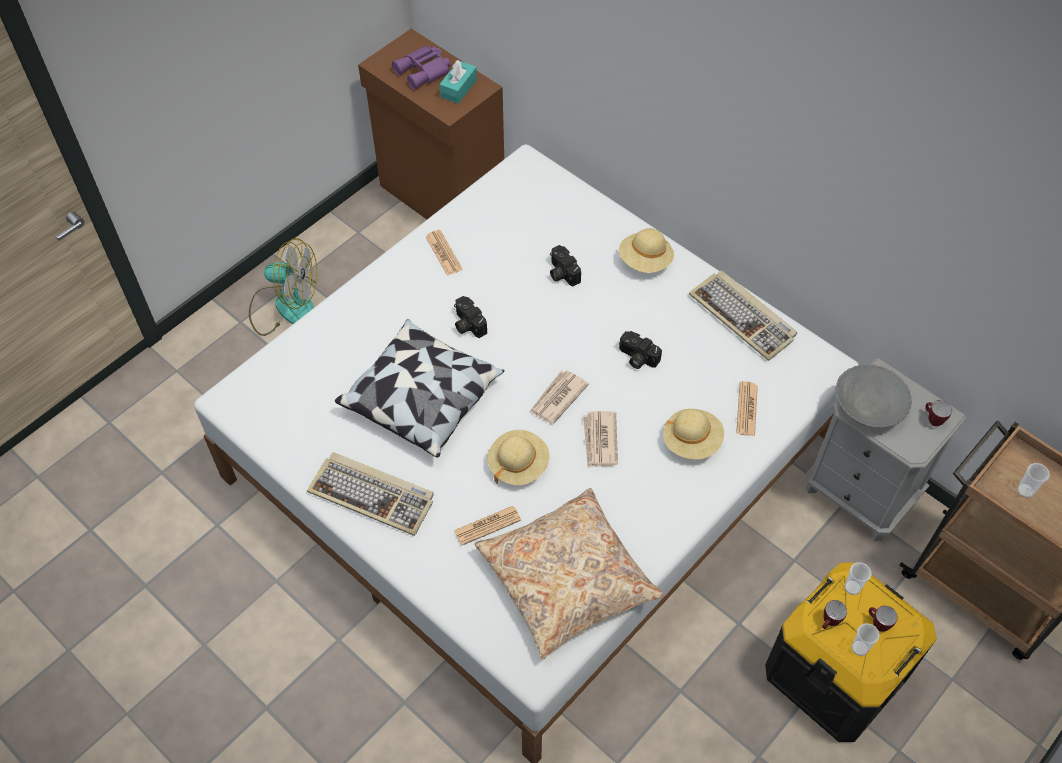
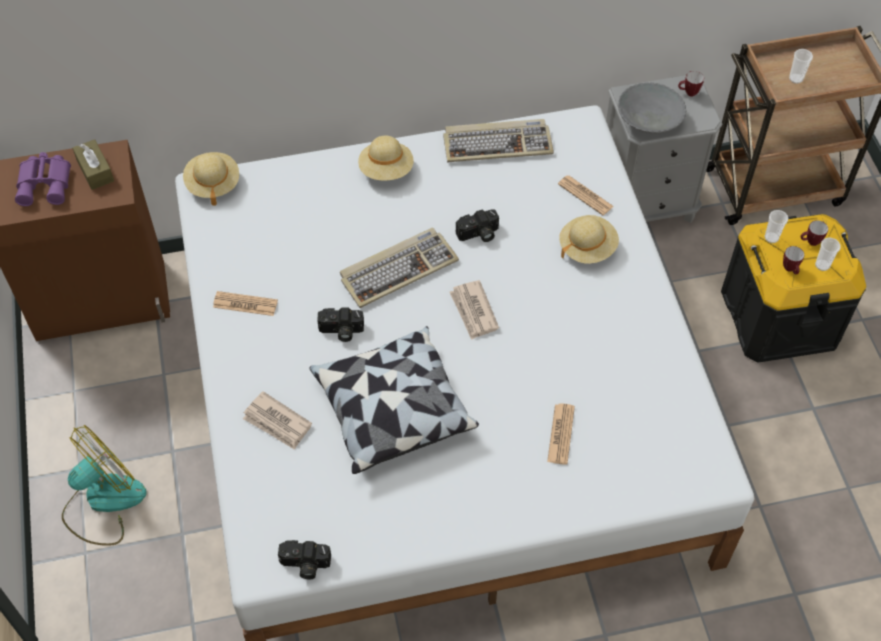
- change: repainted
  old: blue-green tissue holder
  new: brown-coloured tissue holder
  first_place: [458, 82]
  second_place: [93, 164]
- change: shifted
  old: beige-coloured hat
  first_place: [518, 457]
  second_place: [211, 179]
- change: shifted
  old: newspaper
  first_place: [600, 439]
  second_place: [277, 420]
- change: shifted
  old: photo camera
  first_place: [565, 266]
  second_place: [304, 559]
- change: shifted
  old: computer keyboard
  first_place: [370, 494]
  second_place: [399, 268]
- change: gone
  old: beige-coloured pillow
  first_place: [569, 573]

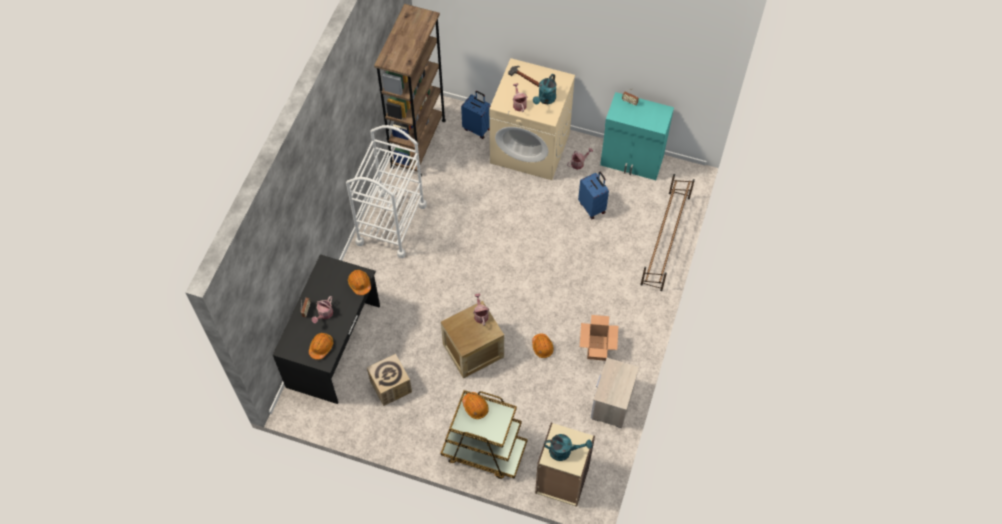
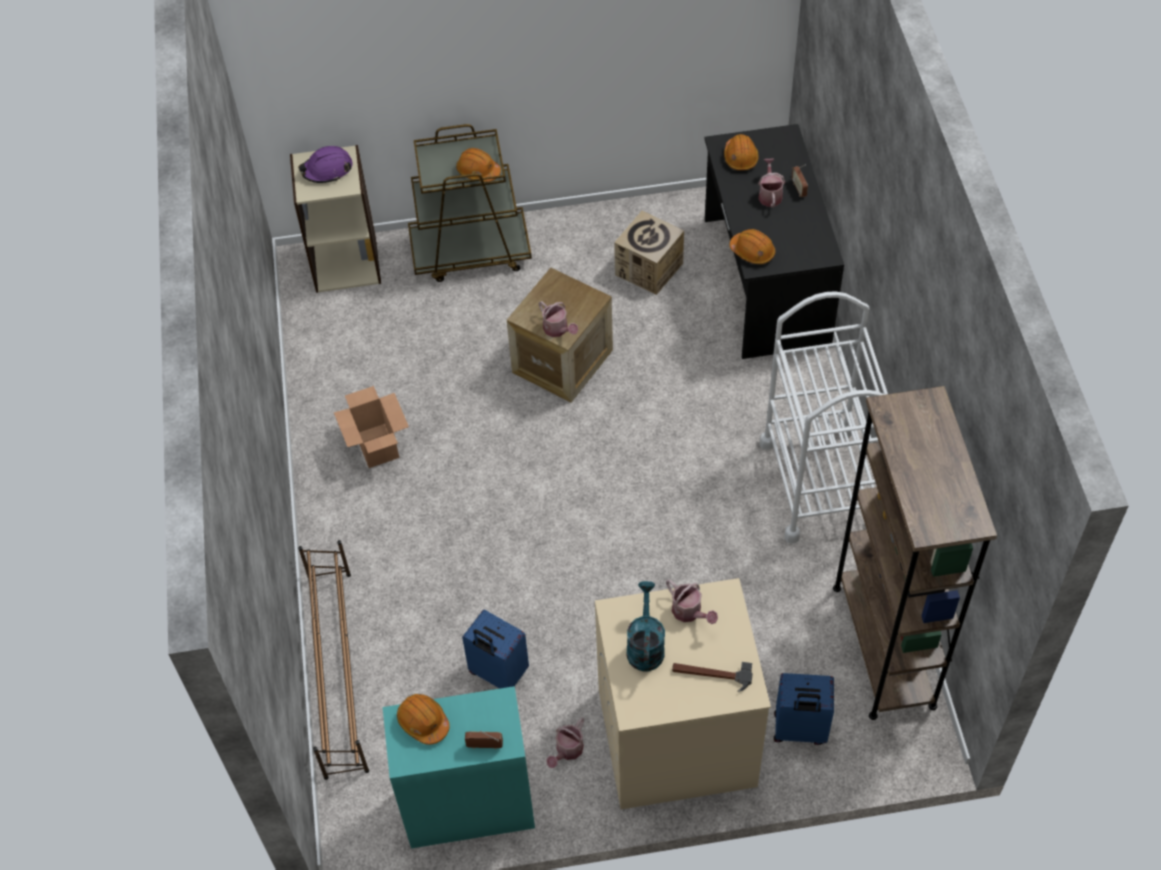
- change: swapped
  old: blue-green watering can
  new: purple work helmet
  first_place: [568, 447]
  second_place: [325, 164]
- change: shifted
  old: orange work helmet
  first_place: [543, 346]
  second_place: [423, 719]
- change: gone
  old: night table
  first_place: [615, 393]

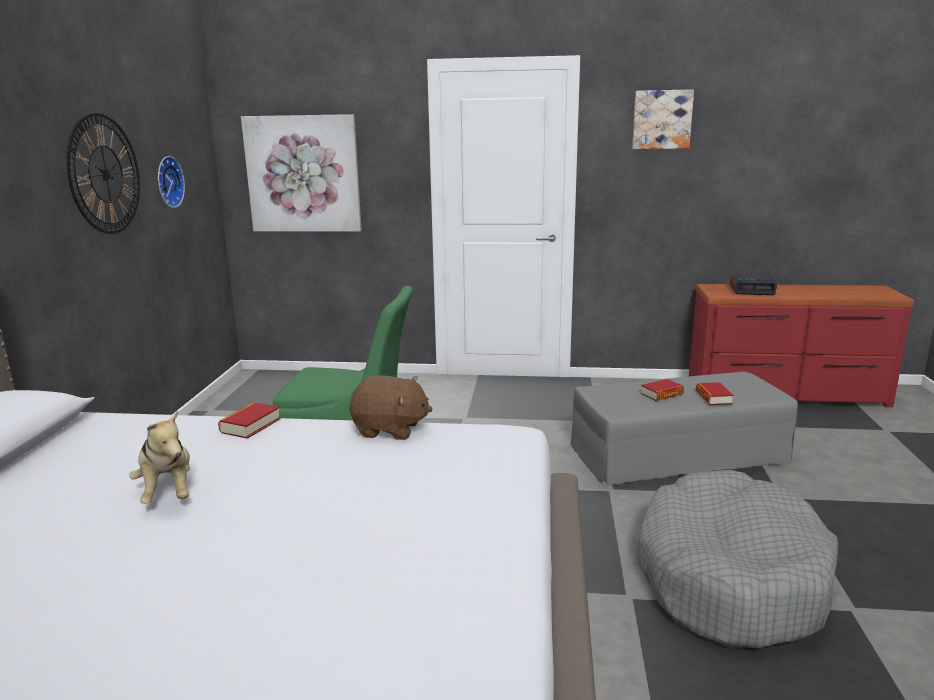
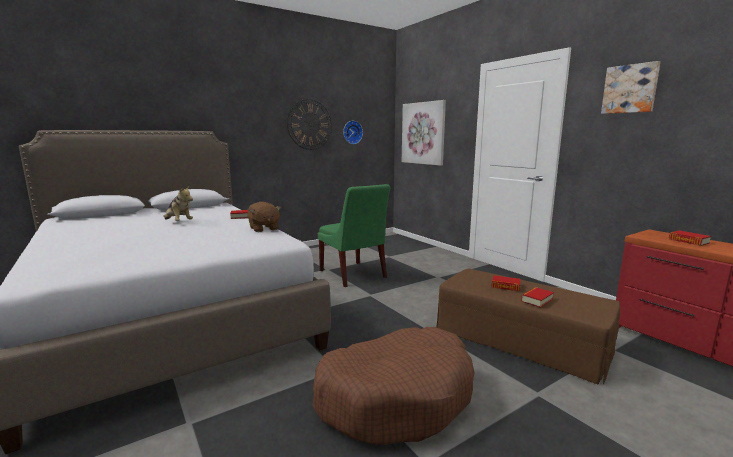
- change: rotated
  old: plush toy
  first_place: [159, 457]
  second_place: [178, 203]
  degrees: -75
- change: repainted
  old: grey dog cushion
  new: brown-coloured dog cushion
  first_place: [736, 559]
  second_place: [393, 386]
- change: repainted
  old: grey ottoman
  new: brown-coloured ottoman
  first_place: [684, 428]
  second_place: [528, 326]
- change: swapped
  old: bedside clock
  new: bound book
  first_place: [753, 285]
  second_place: [690, 238]

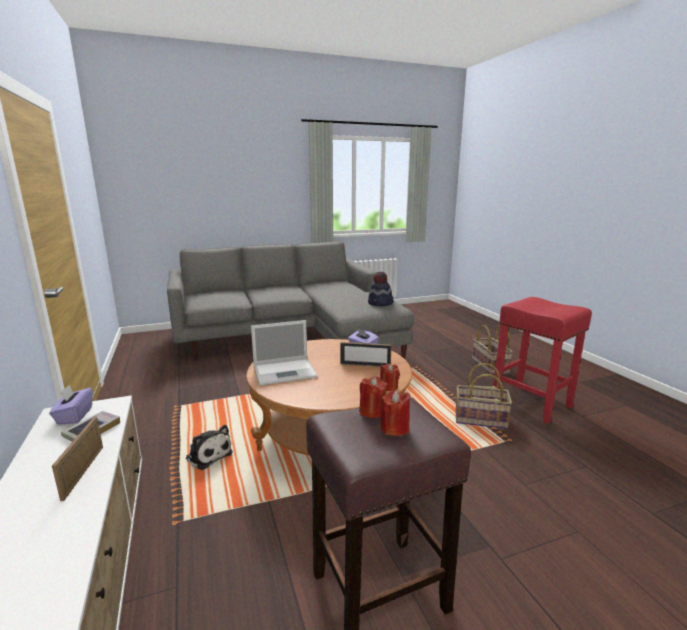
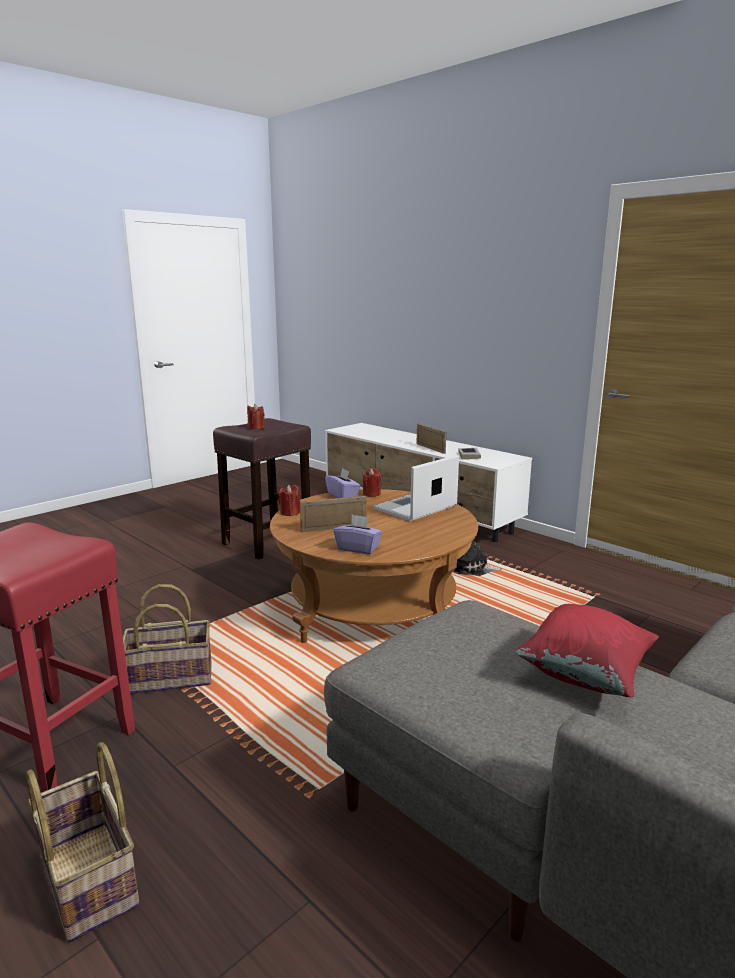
- change: shifted
  old: purple tissue holder
  first_place: [71, 405]
  second_place: [342, 483]
- change: shifted
  old: reddish wax candle
  first_place: [373, 397]
  second_place: [371, 482]
- change: new
  new: reddish pillow
  second_place: [587, 650]
- change: gone
  old: hat
  first_place: [381, 289]

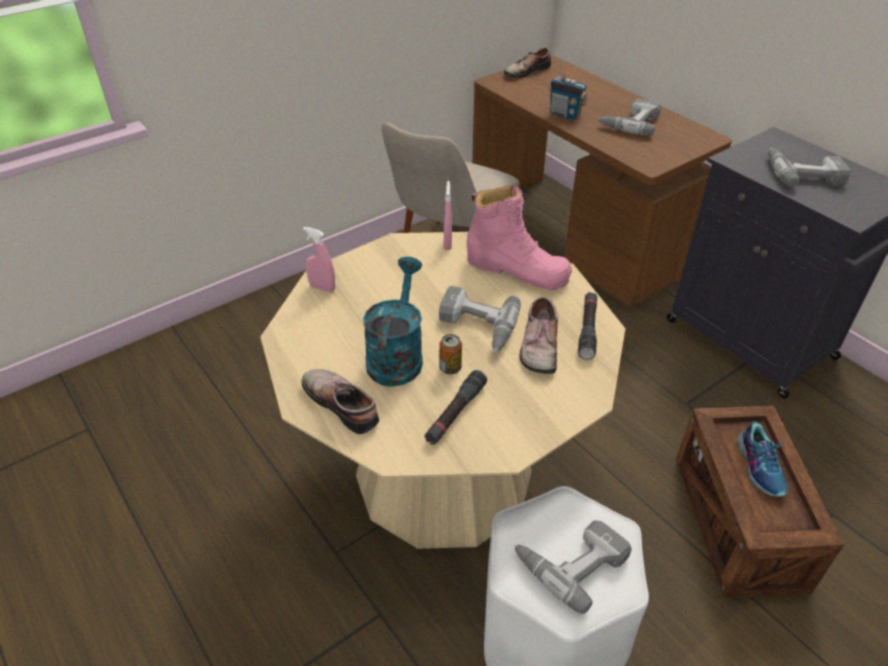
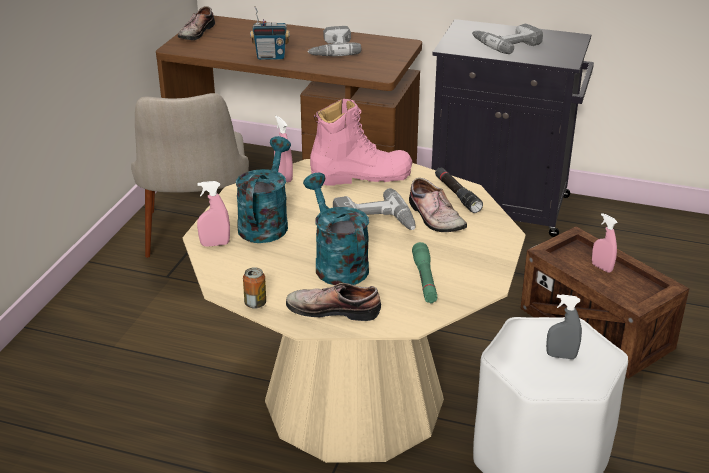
- change: new
  new: blue-green watering can
  second_place: [263, 189]
- change: shifted
  old: sealed can
  first_place: [450, 354]
  second_place: [254, 288]
- change: repainted
  old: blackish hand torch
  new: greenish hand torch
  first_place: [455, 407]
  second_place: [425, 272]
- change: swapped
  old: electric drill
  new: grey spray bottle
  first_place: [573, 567]
  second_place: [564, 326]
- change: swapped
  old: low shoe
  new: pink spray bottle
  first_place: [762, 459]
  second_place: [605, 243]

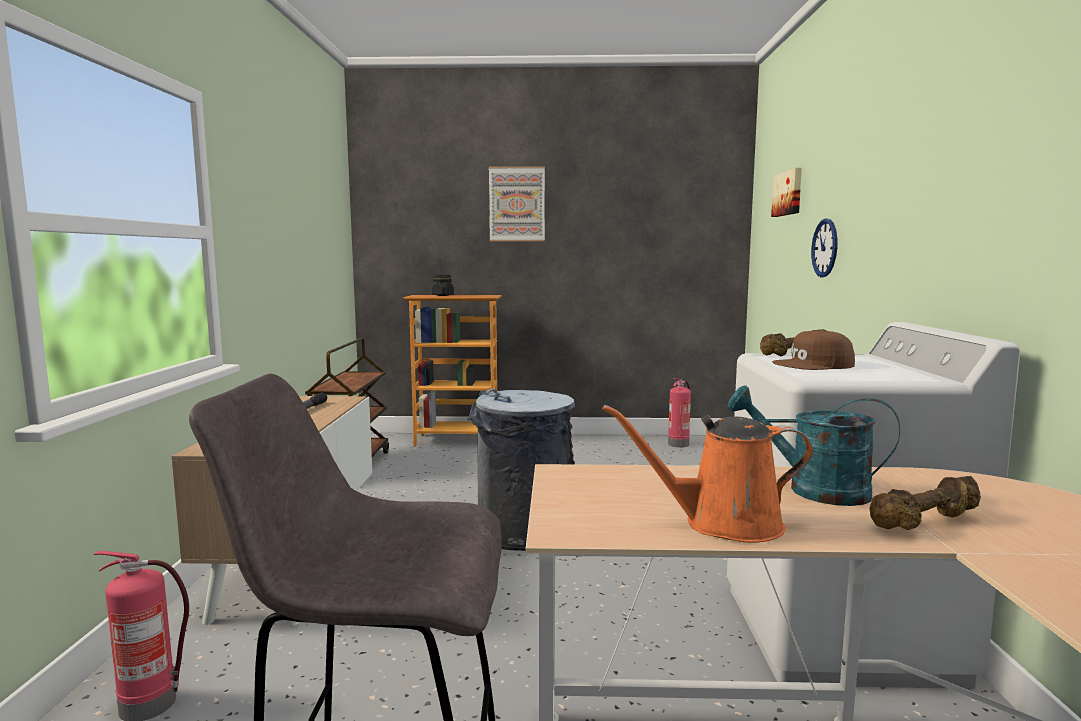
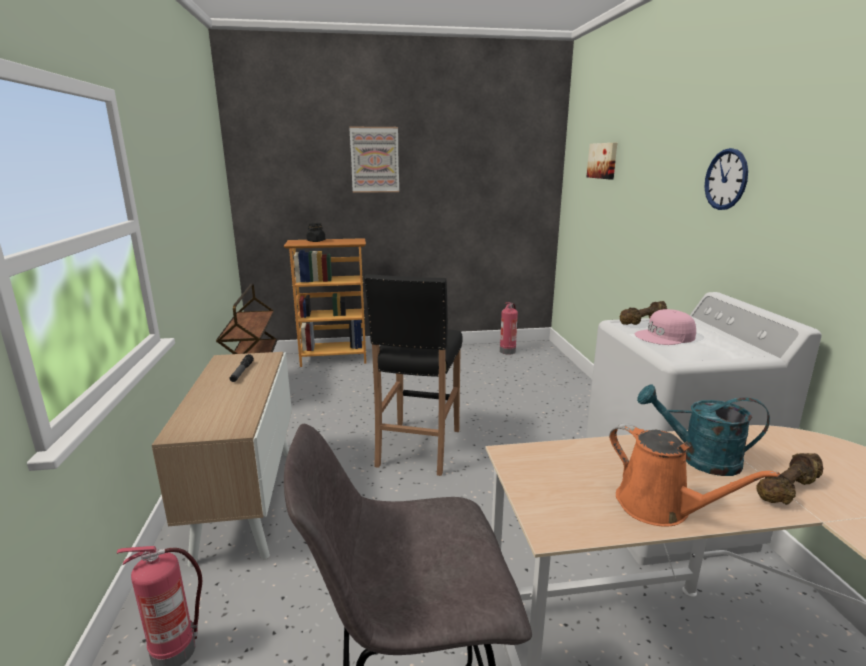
- change: swapped
  old: grey waste bin
  new: blackish sitting stool
  first_place: [521, 469]
  second_place: [413, 375]
- change: rotated
  old: orange watering can
  first_place: [707, 474]
  second_place: [694, 474]
  degrees: -120
- change: repainted
  old: brown-coloured peaked cap
  new: pink peaked cap
  first_place: [813, 350]
  second_place: [665, 327]
- change: shifted
  old: clock on the wall
  first_place: [824, 248]
  second_place: [726, 179]

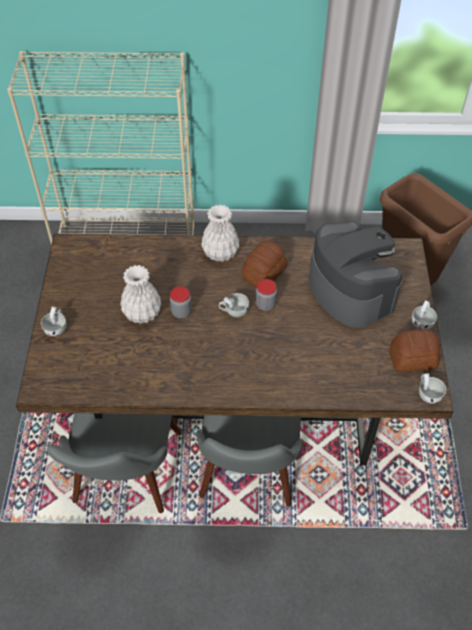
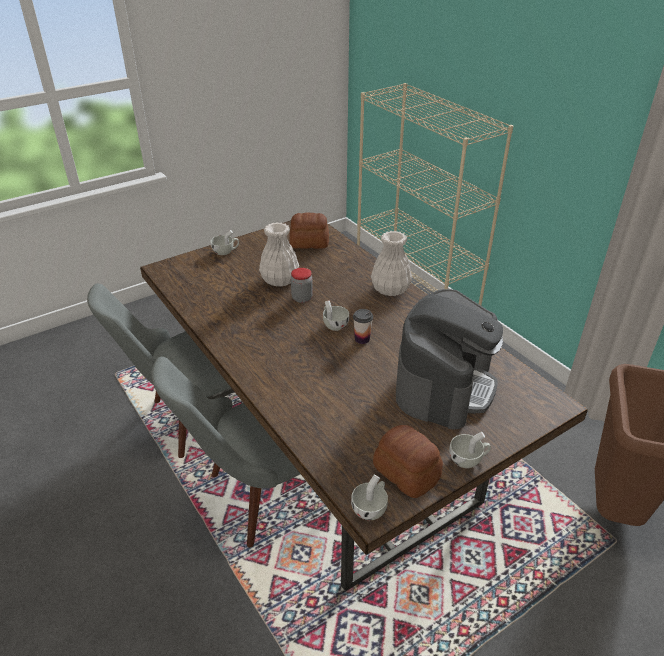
- change: shifted
  old: bakery bread
  first_place: [264, 264]
  second_place: [309, 231]
- change: swapped
  old: storage jar
  new: cup
  first_place: [266, 295]
  second_place: [363, 326]

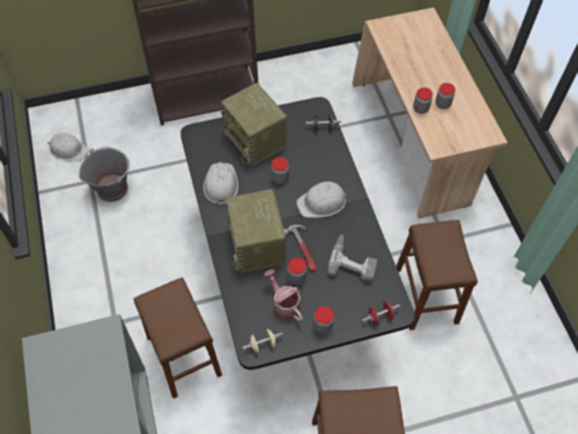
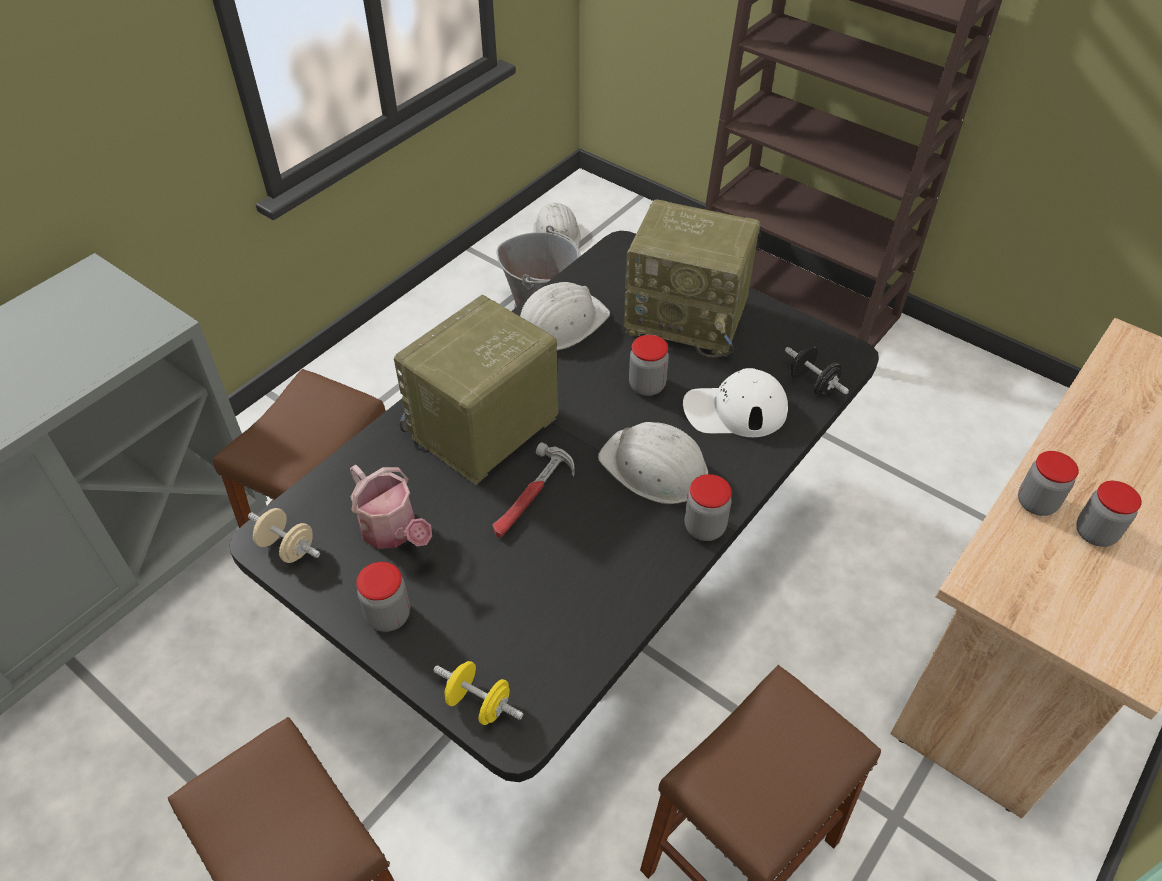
- change: rotated
  old: watering can
  first_place: [283, 295]
  second_place: [391, 507]
  degrees: 120
- change: repainted
  old: reddish hand weight
  new: yellowish hand weight
  first_place: [381, 313]
  second_place: [478, 693]
- change: rotated
  old: radio
  first_place: [253, 124]
  second_place: [692, 278]
  degrees: -90
- change: new
  new: white peaked cap
  second_place: [735, 402]
- change: shifted
  old: storage jar
  first_place: [297, 271]
  second_place: [708, 507]
- change: gone
  old: electric drill
  first_place: [352, 258]

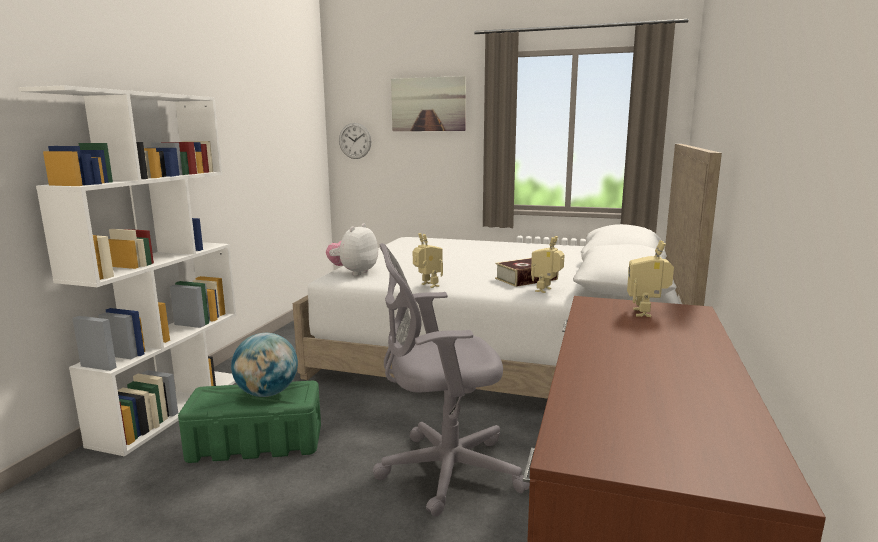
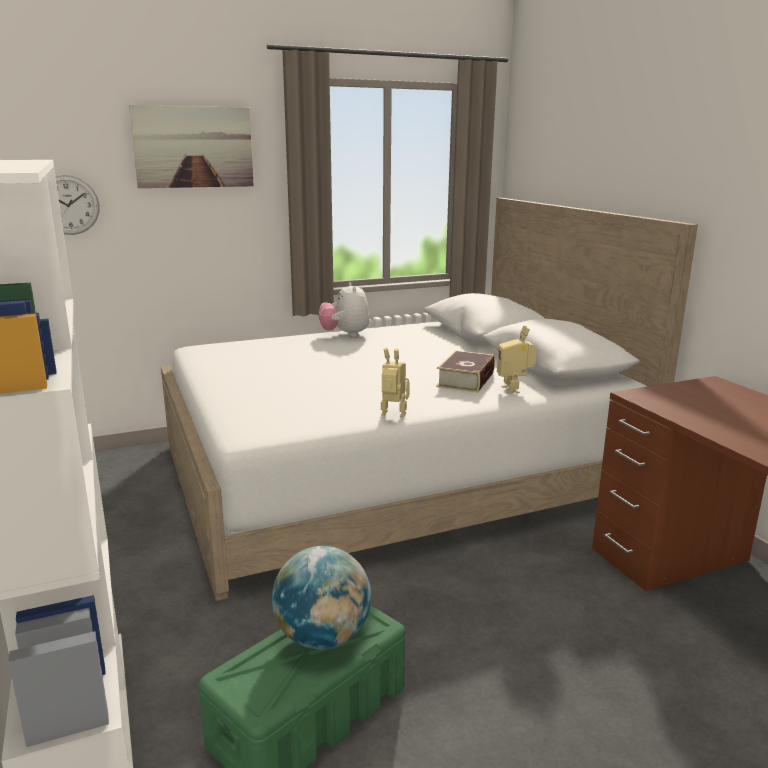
- change: shifted
  old: plush toy
  first_place: [352, 249]
  second_place: [344, 309]
- change: gone
  old: grey computer chair
  first_place: [451, 380]
- change: gone
  old: model robot
  first_place: [650, 278]

